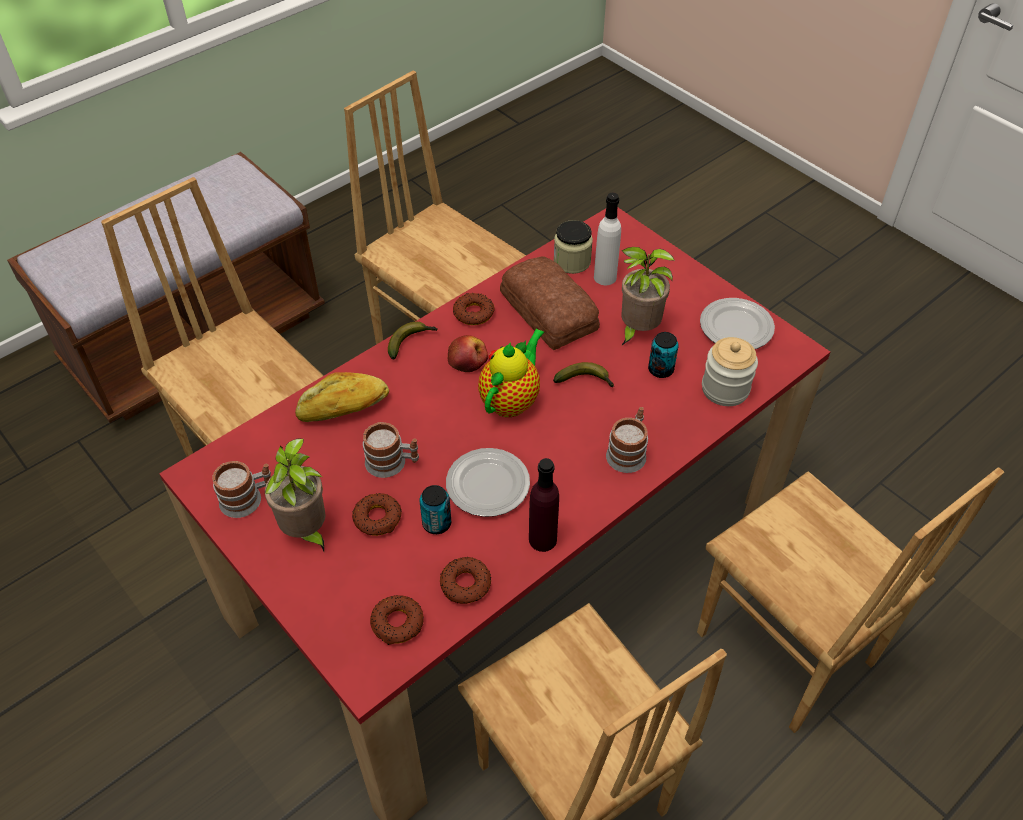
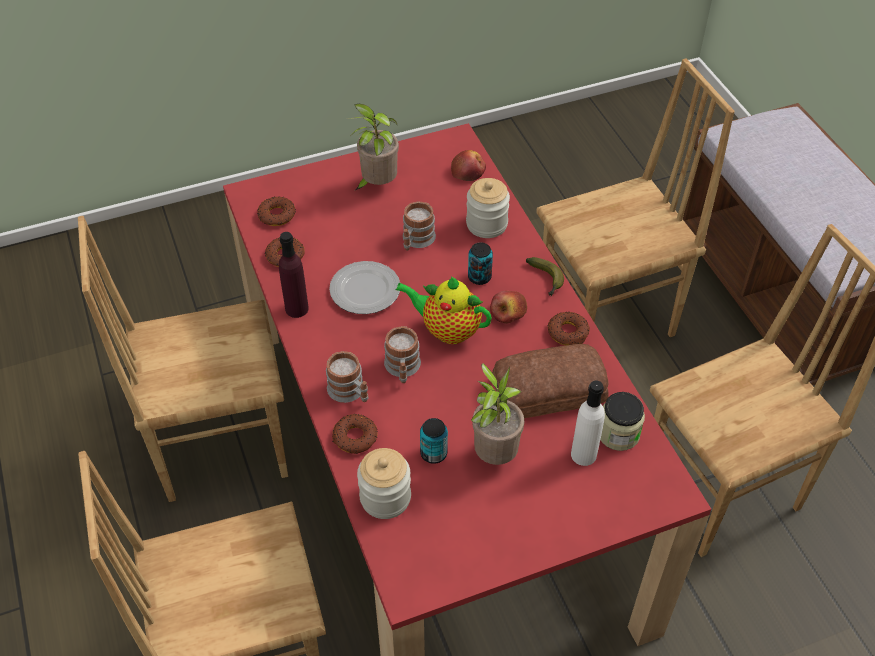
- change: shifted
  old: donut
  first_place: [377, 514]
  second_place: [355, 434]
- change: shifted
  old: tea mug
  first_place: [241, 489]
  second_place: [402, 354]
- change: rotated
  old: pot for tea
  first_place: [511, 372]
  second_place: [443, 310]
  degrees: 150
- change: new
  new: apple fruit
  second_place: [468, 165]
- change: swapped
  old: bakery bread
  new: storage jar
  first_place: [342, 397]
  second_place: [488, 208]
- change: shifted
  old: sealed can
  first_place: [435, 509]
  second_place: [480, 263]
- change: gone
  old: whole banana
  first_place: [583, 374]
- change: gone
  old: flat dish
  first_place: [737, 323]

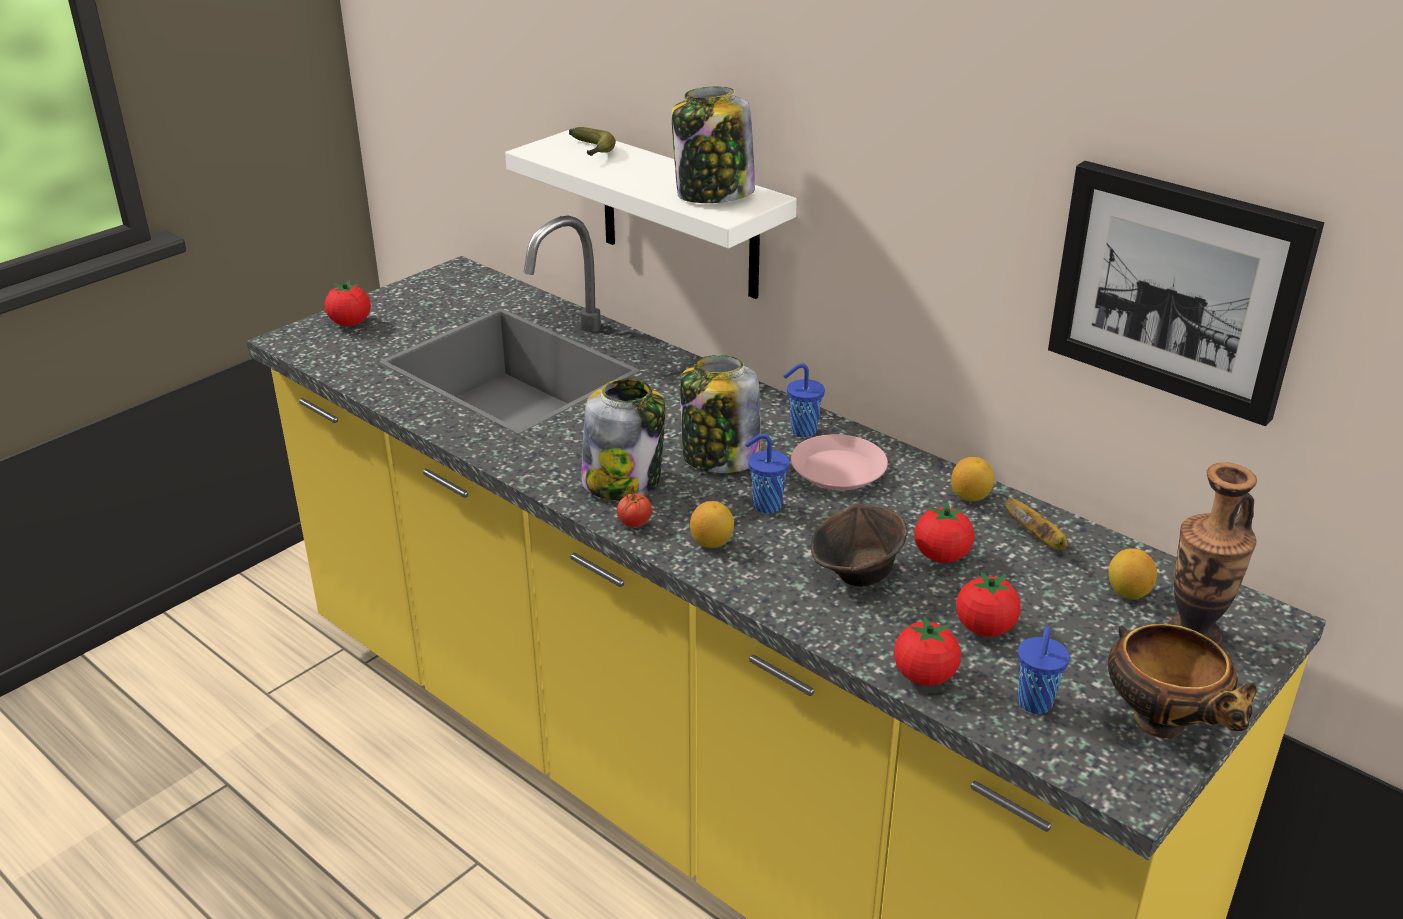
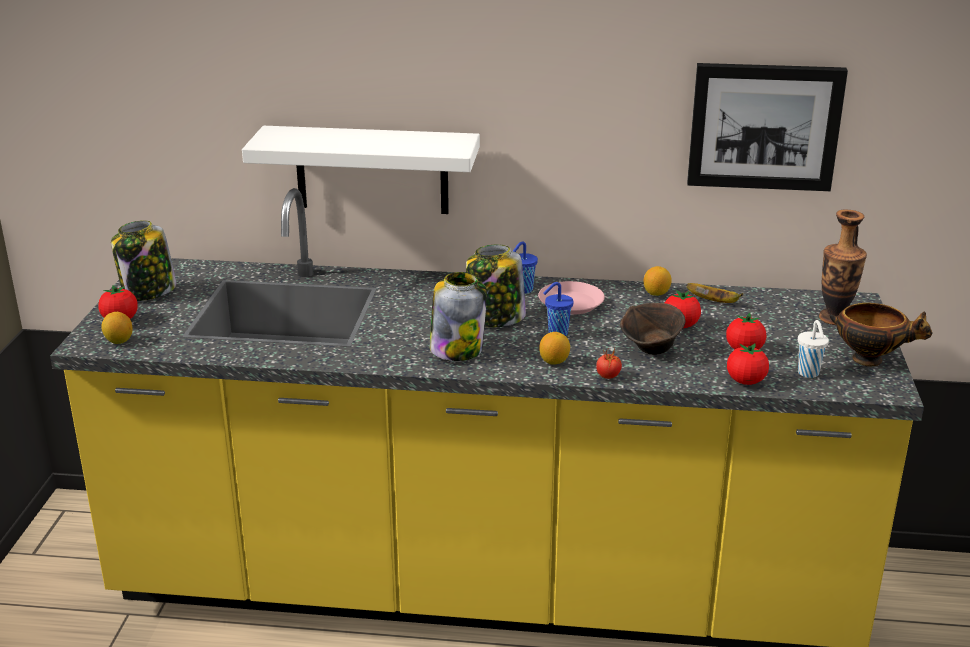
- change: shifted
  old: citrus fruit
  first_place: [1133, 573]
  second_place: [117, 328]
- change: shifted
  old: storage jar
  first_place: [713, 144]
  second_place: [144, 260]
- change: shifted
  old: whole tomato
  first_place: [634, 506]
  second_place: [609, 363]
- change: repainted
  old: blue-coloured cup
  new: white cup
  first_place: [1044, 670]
  second_place: [813, 349]
- change: gone
  old: whole banana
  first_place: [592, 141]

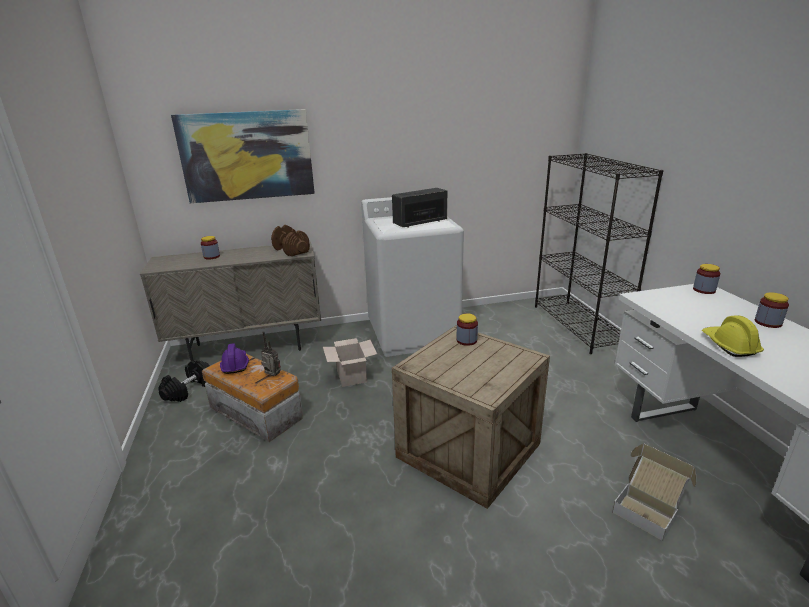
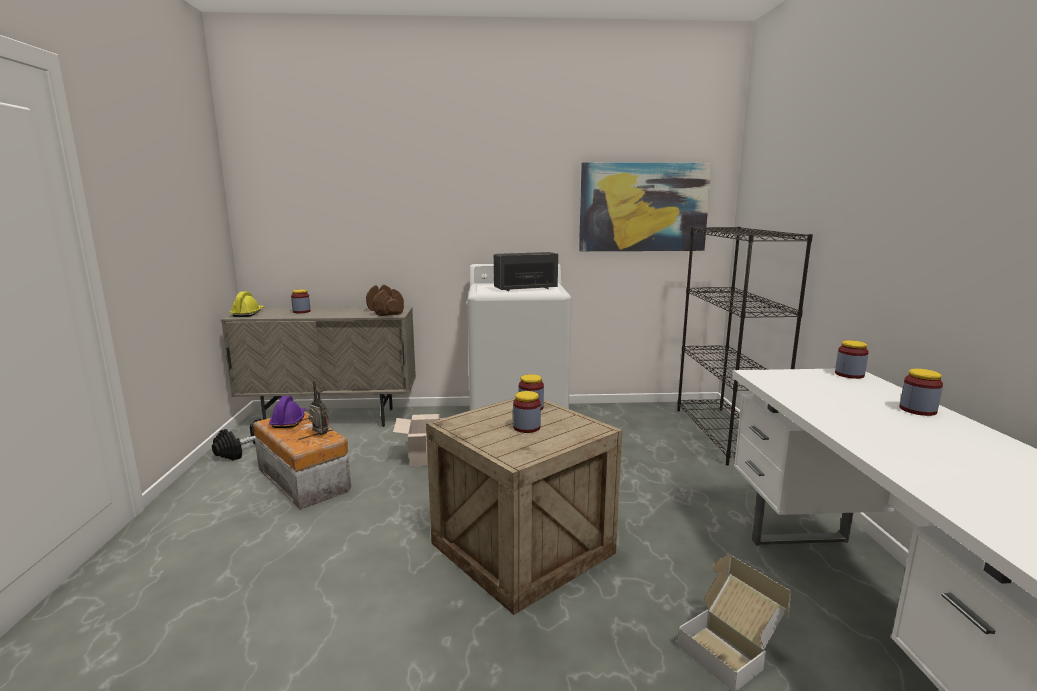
- change: shifted
  old: yellowish work helmet
  first_place: [733, 336]
  second_place: [247, 304]
- change: new
  new: storage jar
  second_place: [527, 412]
- change: shifted
  old: wall art
  first_place: [243, 156]
  second_place: [645, 206]

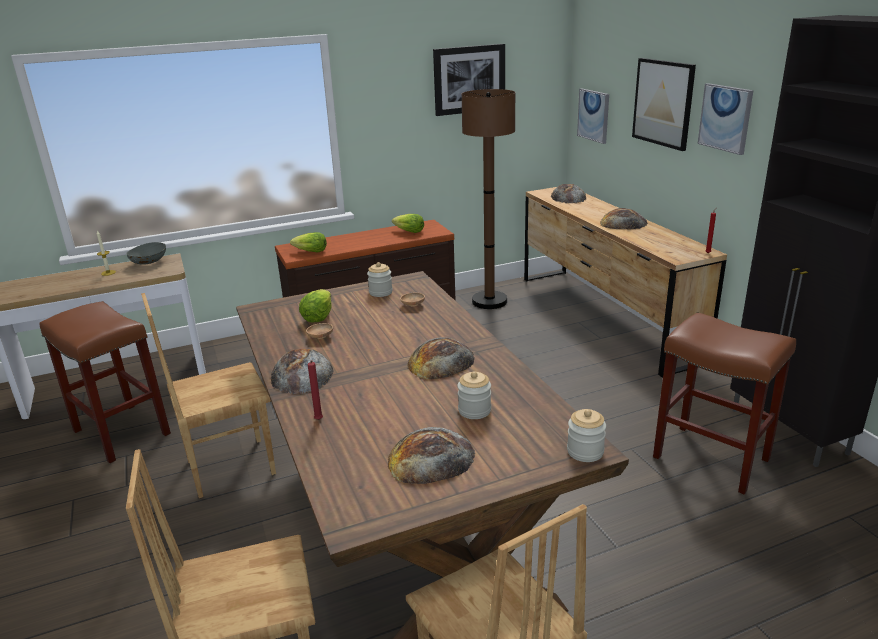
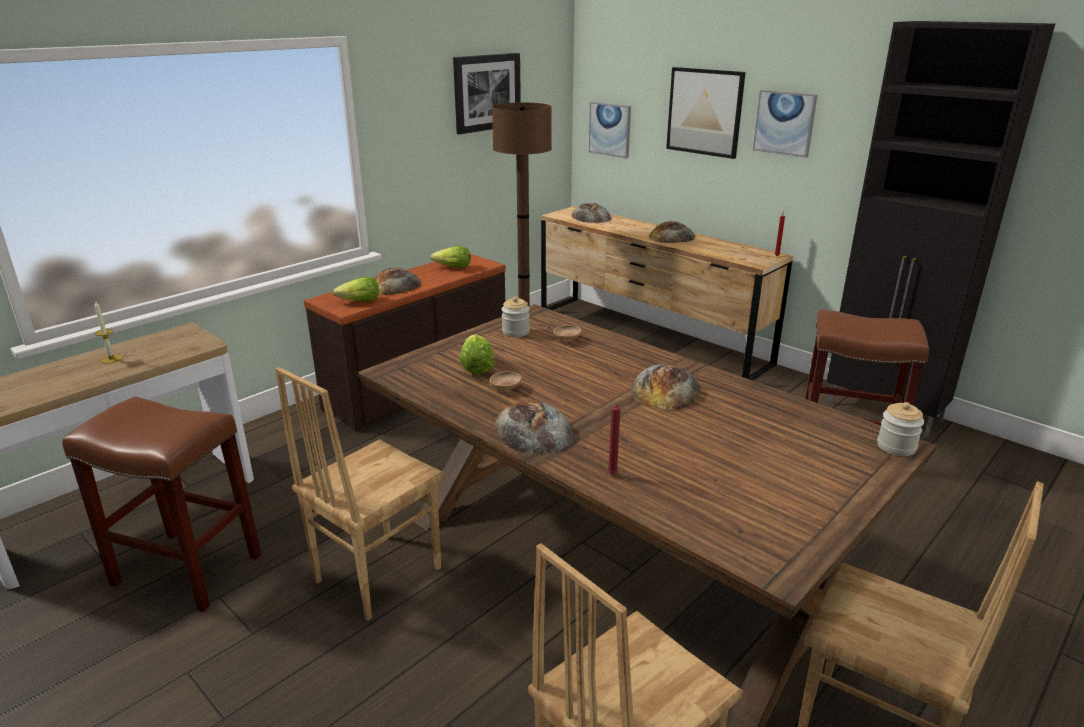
- change: shifted
  old: bakery bread
  first_place: [432, 455]
  second_place: [397, 281]
- change: gone
  old: grey serving bowl
  first_place: [146, 253]
- change: gone
  old: storage jar
  first_place: [474, 395]

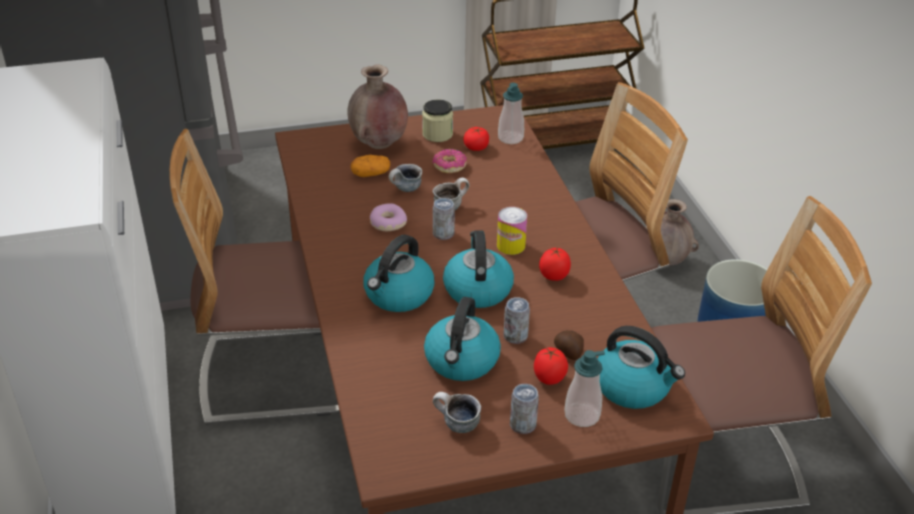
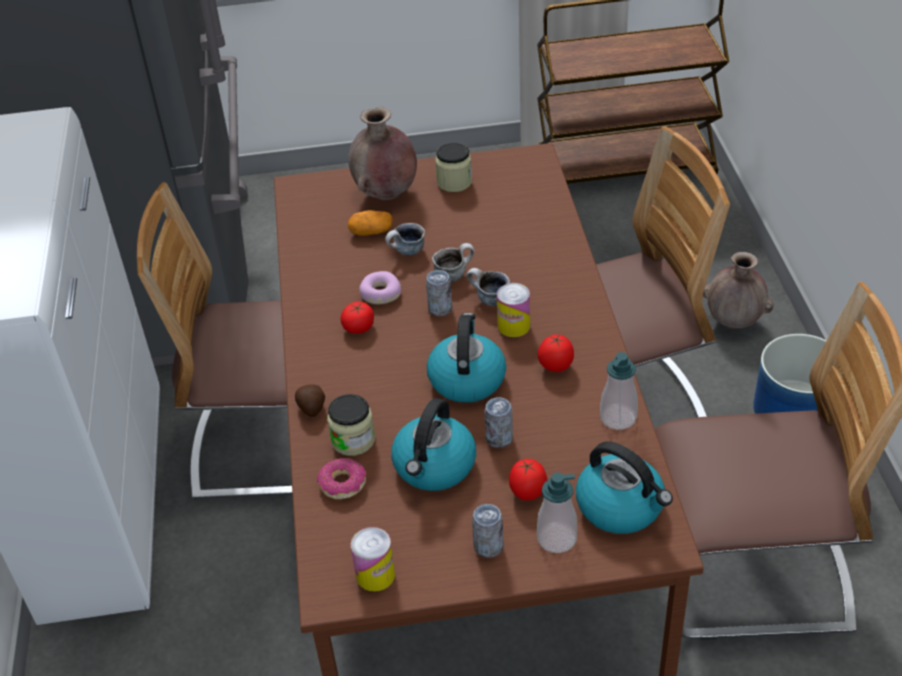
- change: shifted
  old: whole potato
  first_place: [569, 345]
  second_place: [310, 400]
- change: shifted
  old: donut
  first_place: [450, 161]
  second_place: [342, 478]
- change: new
  new: storage jar
  second_place: [351, 425]
- change: shifted
  old: whole tomato
  first_place: [476, 139]
  second_place: [357, 317]
- change: new
  new: sealed can
  second_place: [373, 559]
- change: shifted
  old: tea mug
  first_place: [457, 412]
  second_place: [488, 287]
- change: shifted
  old: soap bottle
  first_place: [511, 113]
  second_place: [619, 391]
- change: gone
  old: kettle
  first_place: [399, 273]

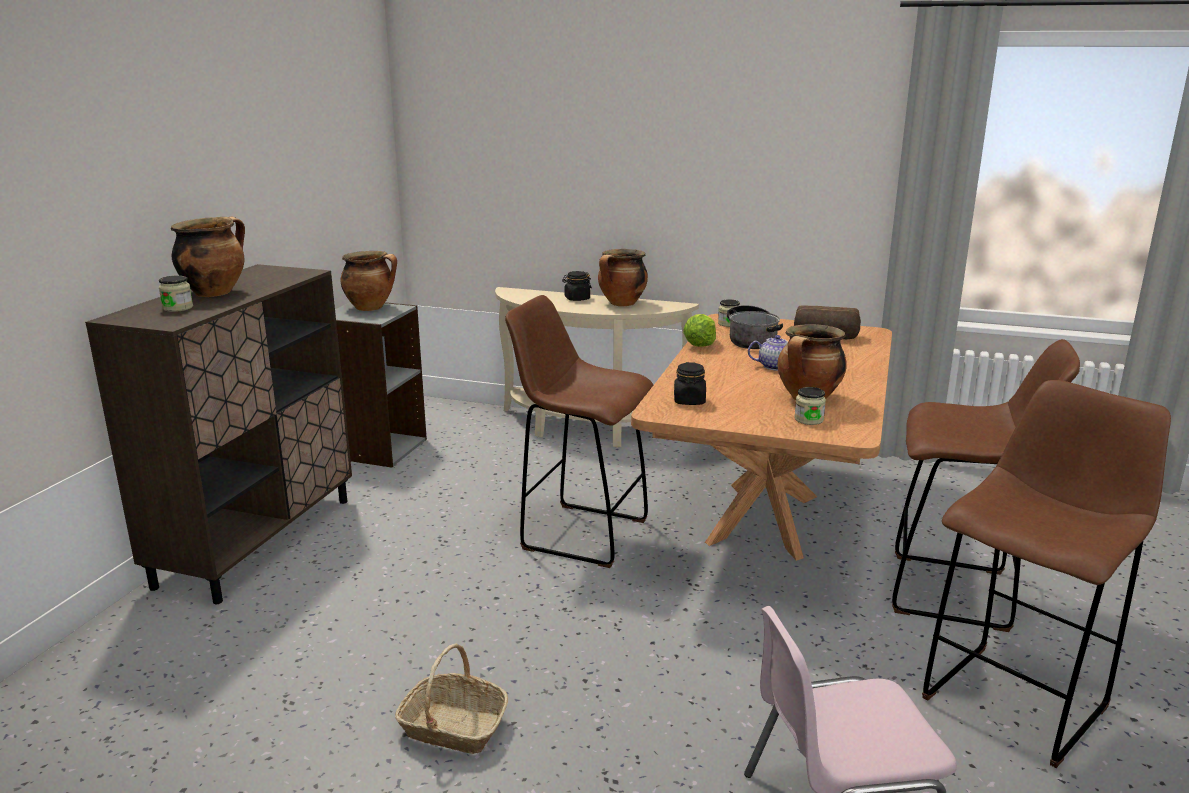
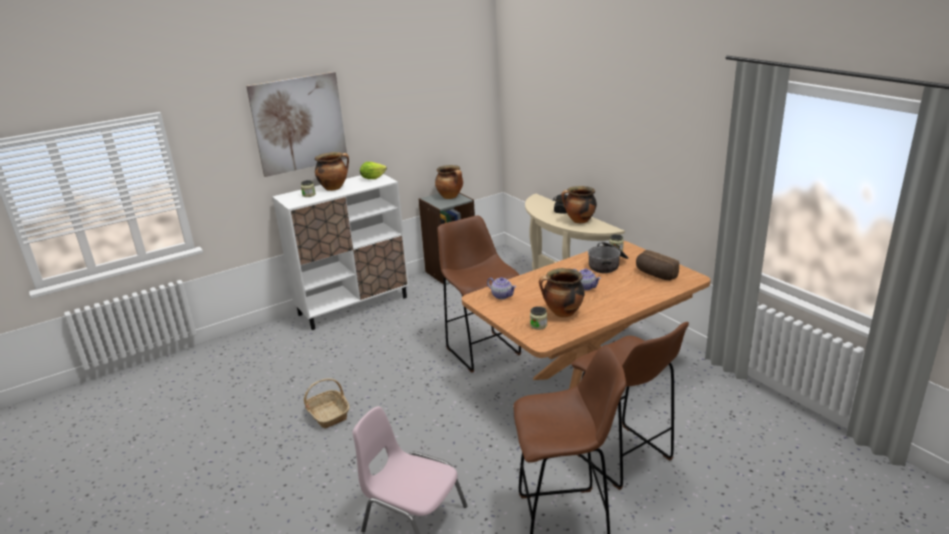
- change: new
  new: wall art
  second_place: [296, 124]
- change: repainted
  old: brown-coloured cupboard
  new: white cupboard
  first_place: [218, 434]
  second_place: [340, 252]
- change: shifted
  old: head of lettuce
  first_place: [699, 330]
  second_place: [373, 170]
- change: swapped
  old: blackish storage jar
  new: pot for tea
  first_place: [690, 383]
  second_place: [501, 288]

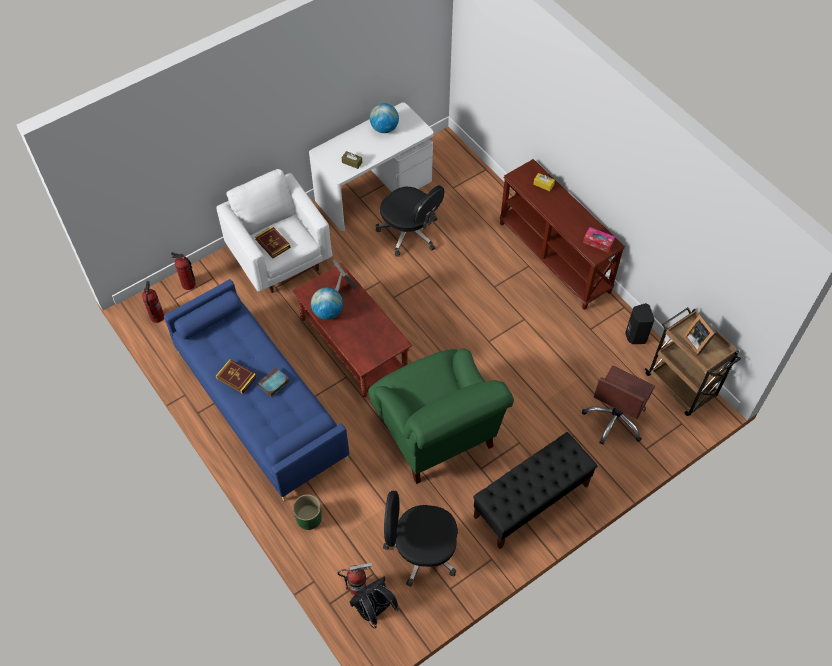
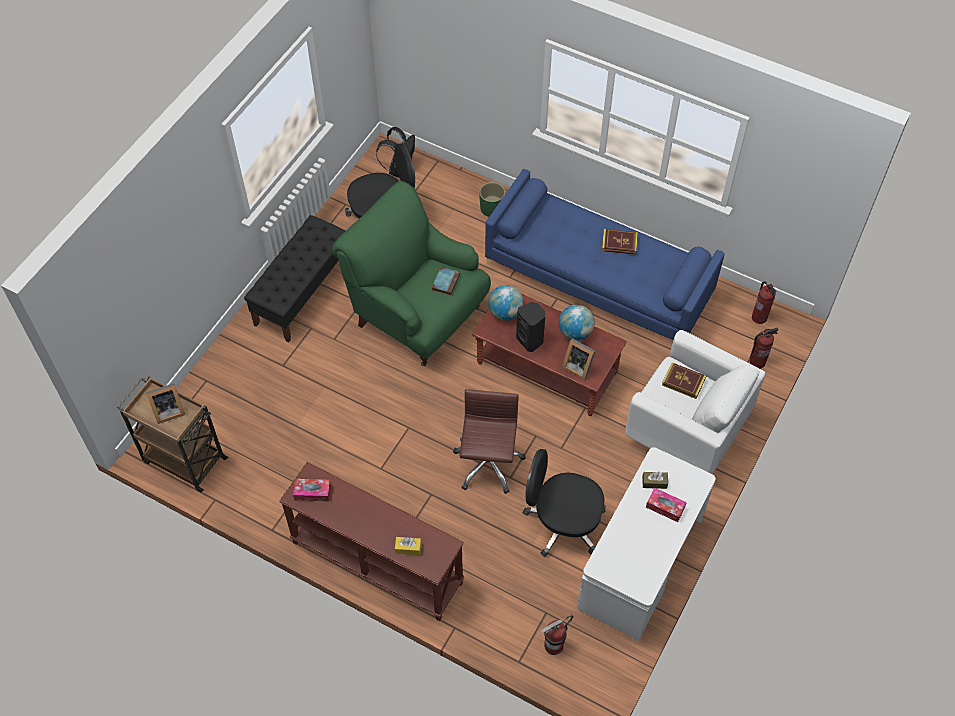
- change: rotated
  old: picture frame
  first_place: [700, 334]
  second_place: [165, 403]
  degrees: 120
- change: shifted
  old: bound book
  first_place: [273, 382]
  second_place: [446, 281]
- change: shifted
  old: brown-coloured computer chair
  first_place: [618, 405]
  second_place: [489, 441]
- change: shifted
  old: world globe
  first_place: [384, 118]
  second_place: [506, 303]
- change: shifted
  old: blackish speaker
  first_place: [640, 323]
  second_place: [530, 327]
- change: shifted
  old: fire extinguisher
  first_place: [355, 579]
  second_place: [556, 635]
- change: new
  new: tissue holder
  second_place: [666, 505]

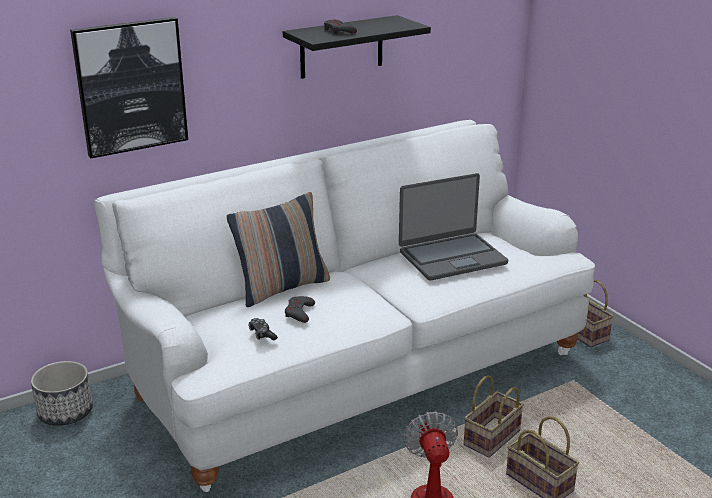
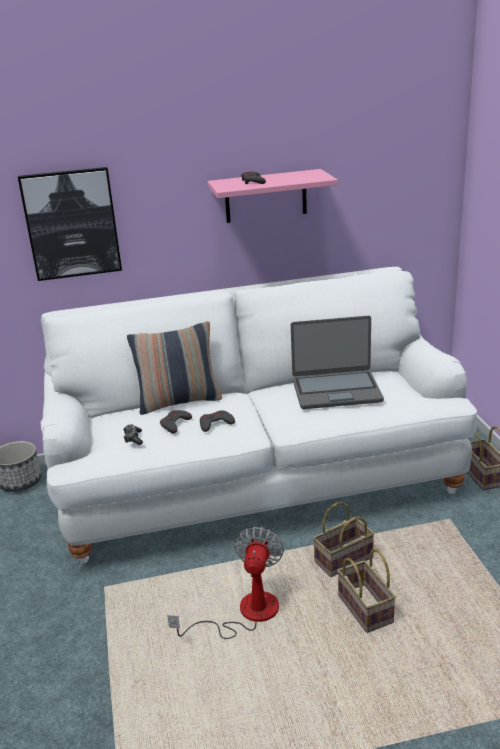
- change: new
  new: grey game controller
  second_place: [217, 421]
- change: repainted
  old: blackish shelf
  new: pink shelf
  first_place: [357, 47]
  second_place: [272, 196]

